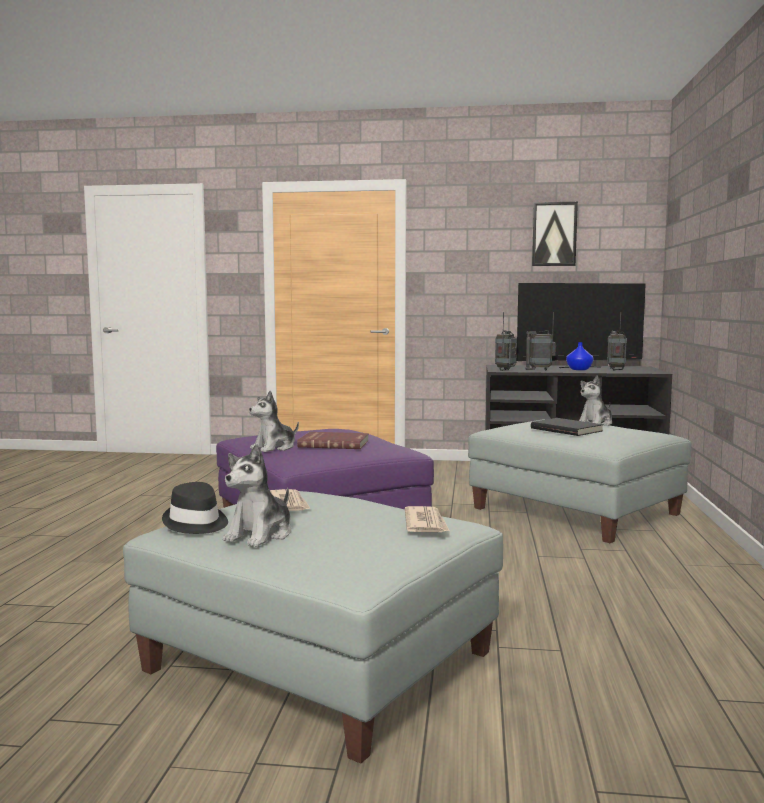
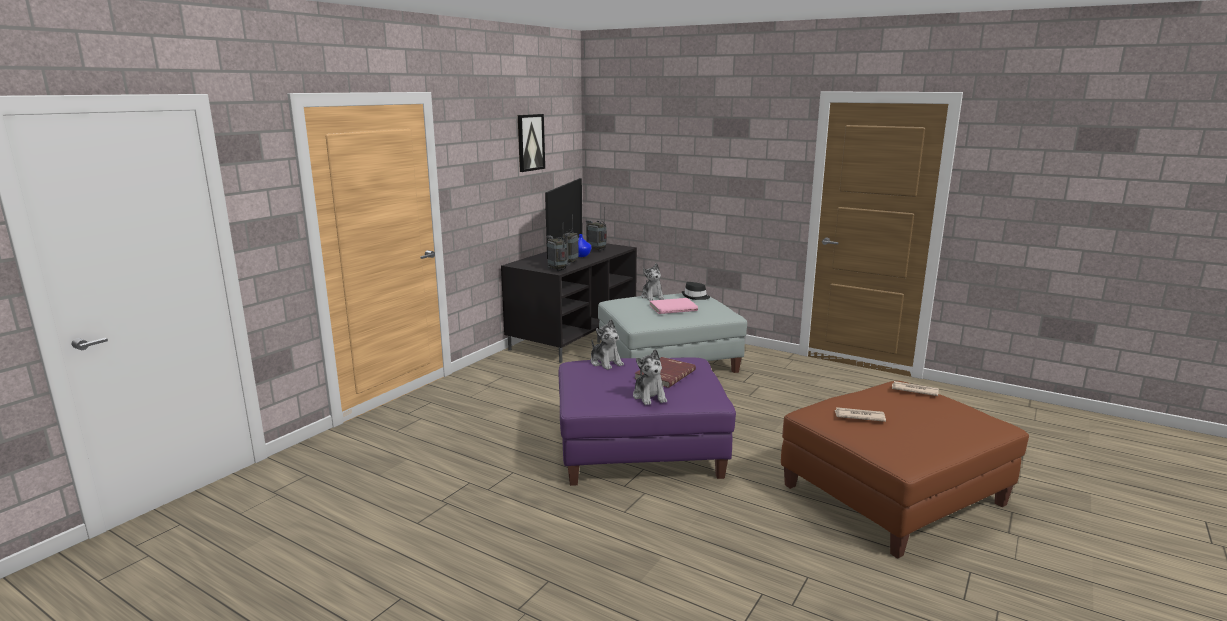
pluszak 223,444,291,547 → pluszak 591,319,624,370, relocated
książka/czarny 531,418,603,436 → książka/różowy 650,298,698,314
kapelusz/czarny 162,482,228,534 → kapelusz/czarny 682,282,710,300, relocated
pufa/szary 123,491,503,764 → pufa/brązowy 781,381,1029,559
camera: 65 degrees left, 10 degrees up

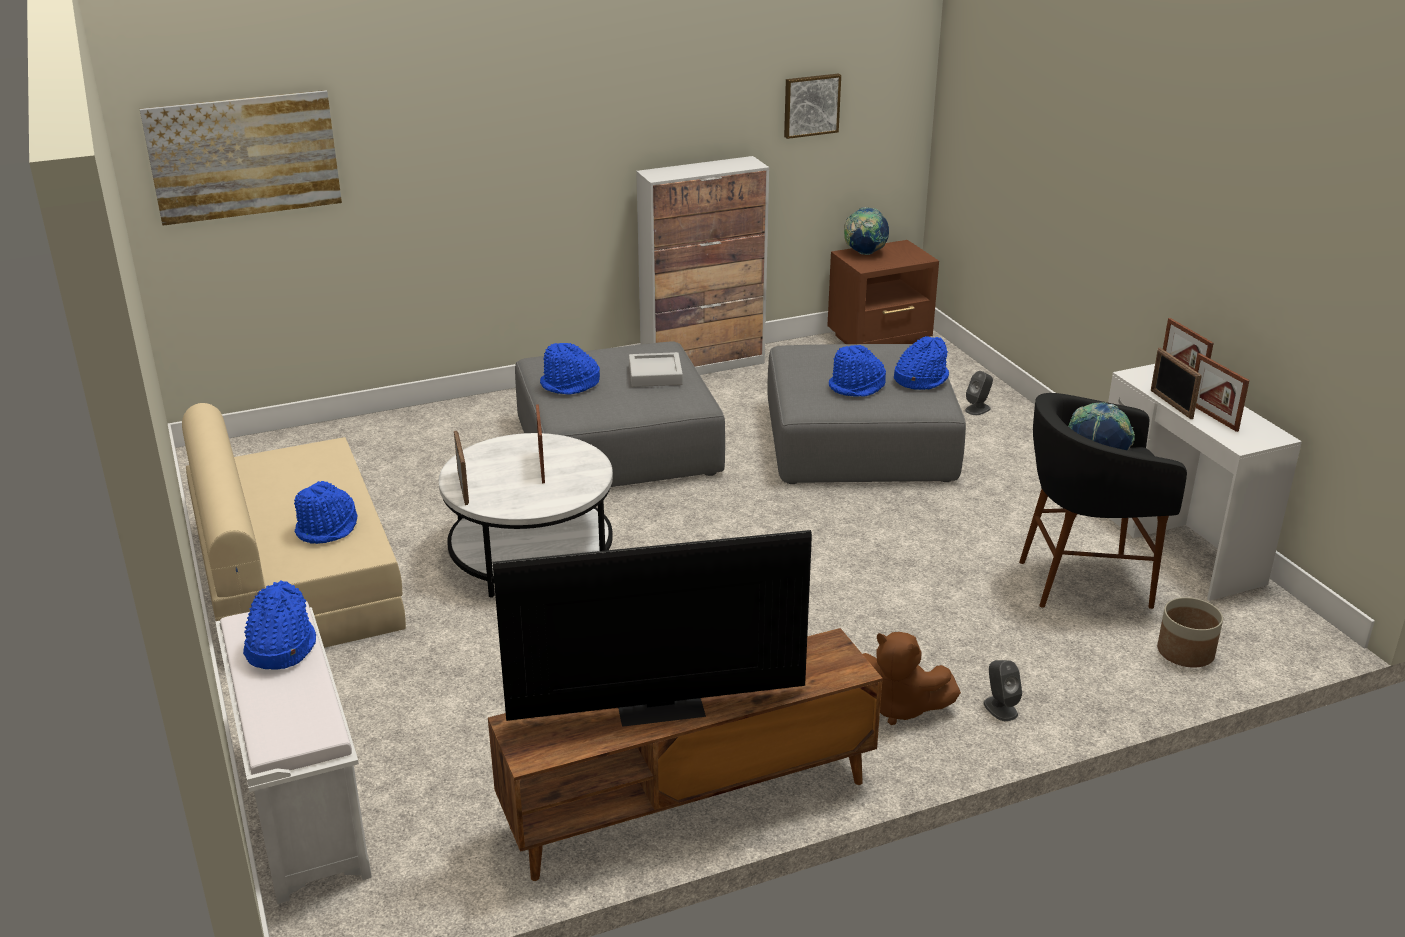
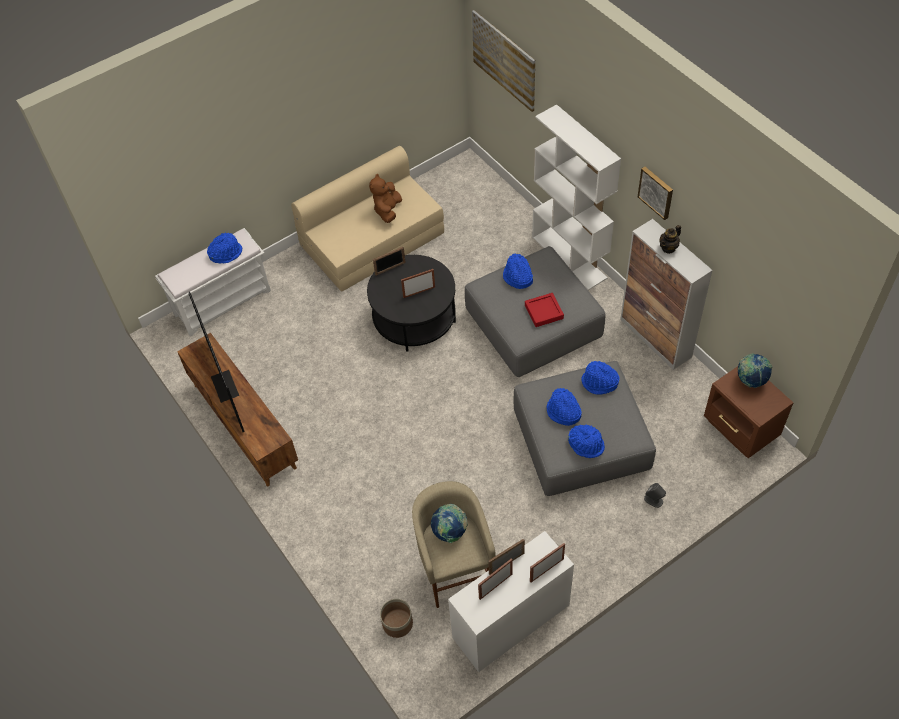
ława/biały 439,433,613,598 → ława/czarny 367,255,456,352
pluszak/brązowy 863,632,961,725 → pluszak/brązowy 369,174,402,223, relocated
stołek/czarny 1019,393,1187,609 → stołek/beżowy 412,481,496,608
taca/szary 629,352,683,387 → taca/czerwony 525,293,564,327
- → regał/biały 532,104,621,290
kapelusz/niebieski 294,481,357,544 → kapelusz/niebieski 581,361,620,395, relocated
obraz 784,74,841,139 → obraz 638,167,673,220, relocated
- → imbryk 660,225,681,254
głośnik/szary 984,660,1022,721 → -
camera: 80 degrees right, 25 degrees up

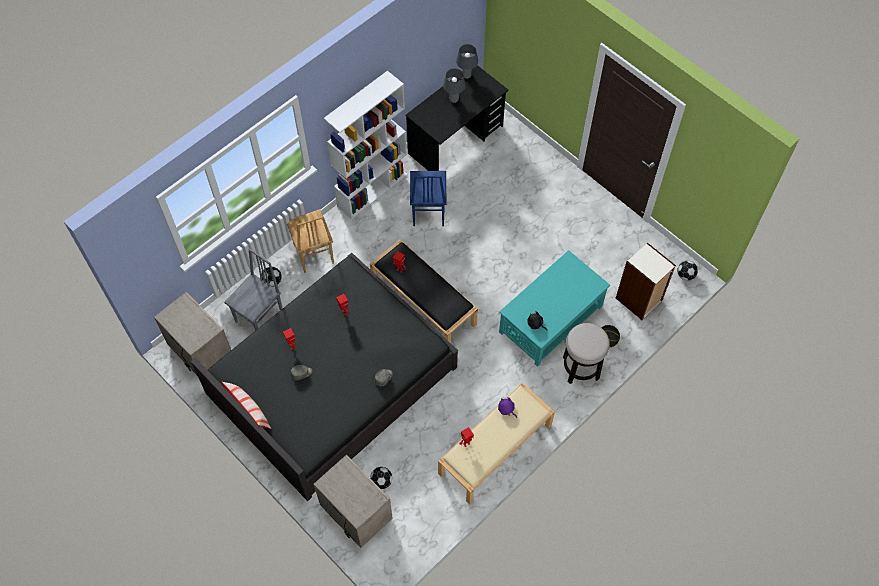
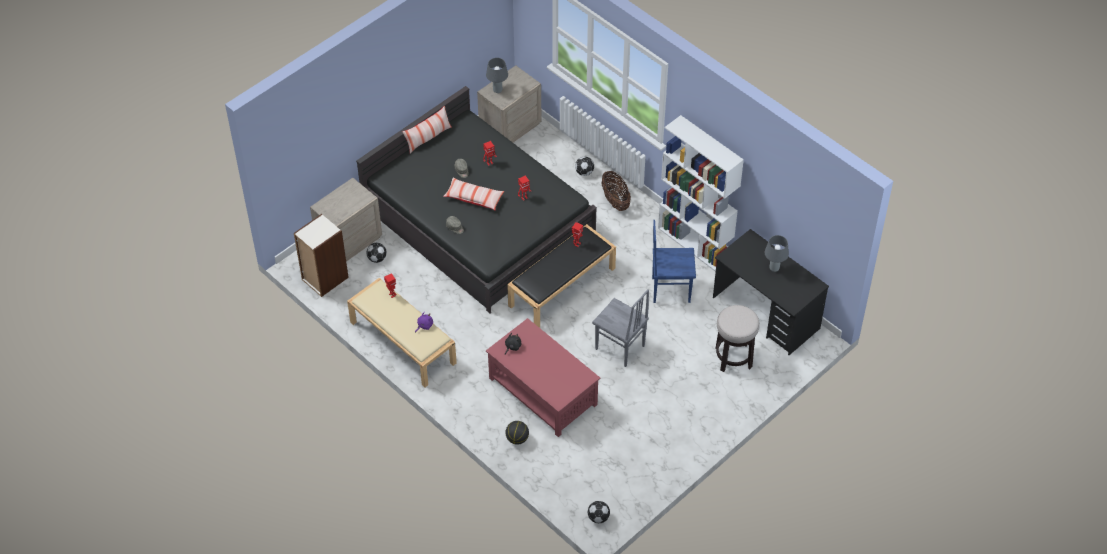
regał 616,243,676,320 → regał 294,214,349,297, relocated
- → poduszka 443,178,504,210
lampa stołowa/szary 456,44,478,79 → lampa stołowa/szary 486,58,508,93, relocated
ława/turkusowy 499,250,610,367 → ława/czerwony 486,318,600,437
krzesło/szary 224,248,283,331 → krzesło/szary 592,289,649,367, relocated
krzesło/brązowy 287,209,334,273 → koszyk 602,171,631,211
stołek 563,323,610,384 → stołek 715,305,760,372, relocated
camera: 90 degrees right, 10 degrees down

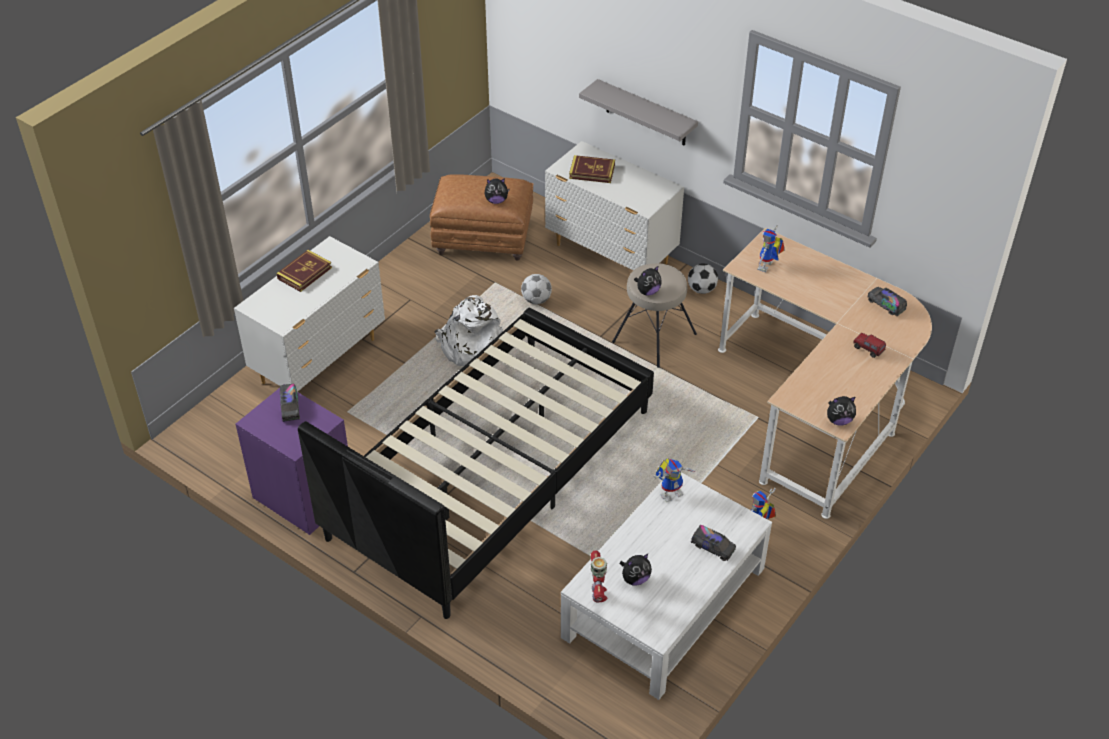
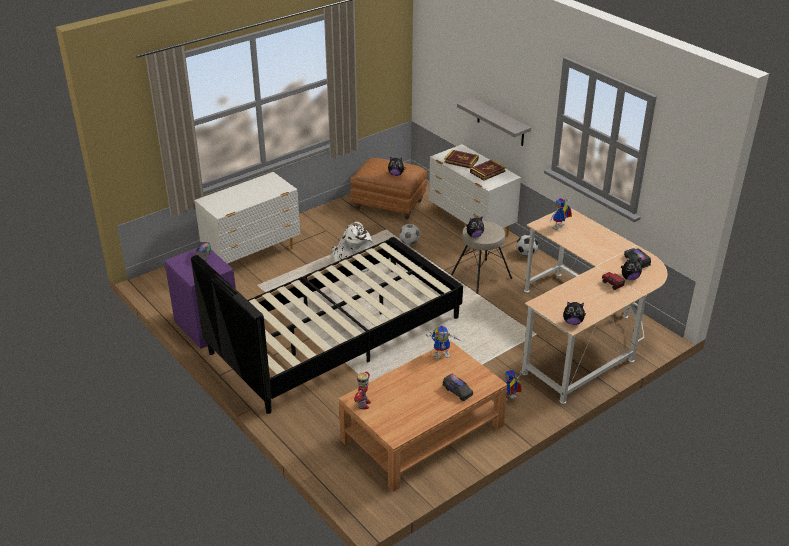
ława/biały 561,472,772,700 → ława/brązowy 338,341,508,492
książka 276,250,332,292 → książka 470,159,506,181, relocated
pluszak 620,554,652,586 → pluszak 621,258,642,280, relocated
camera: 15 degrees right, 10 degrees down

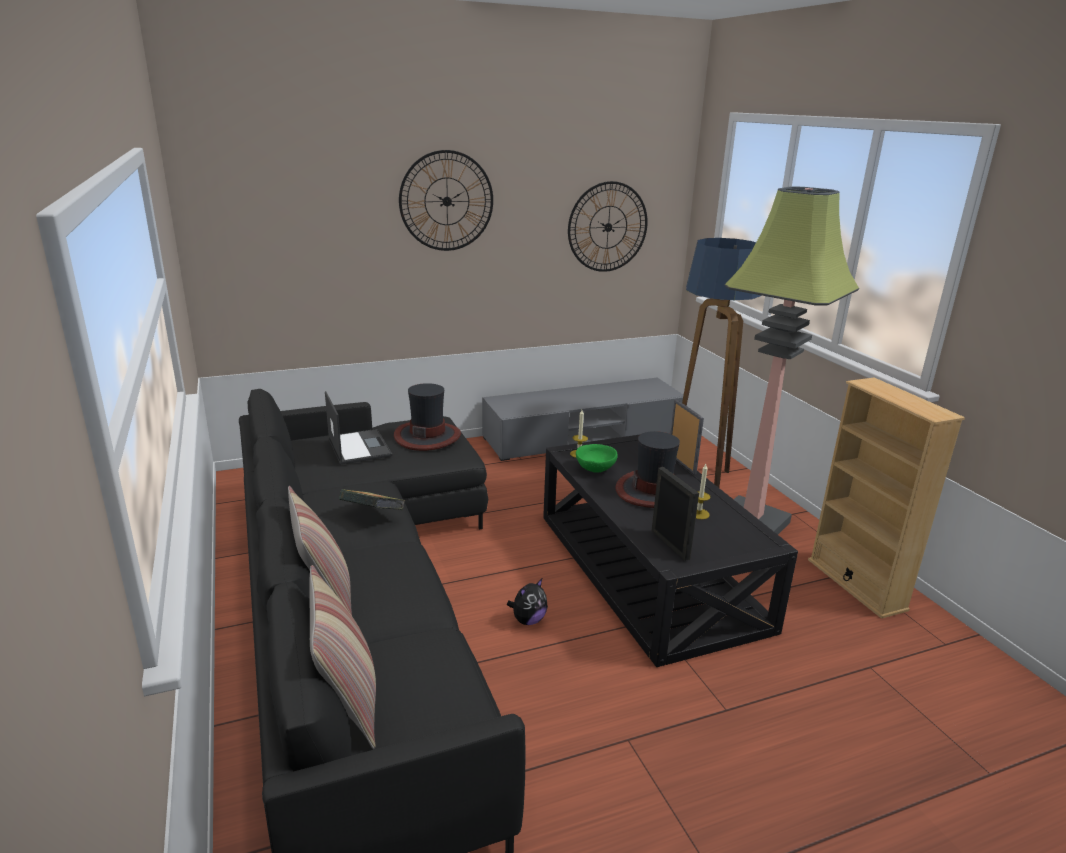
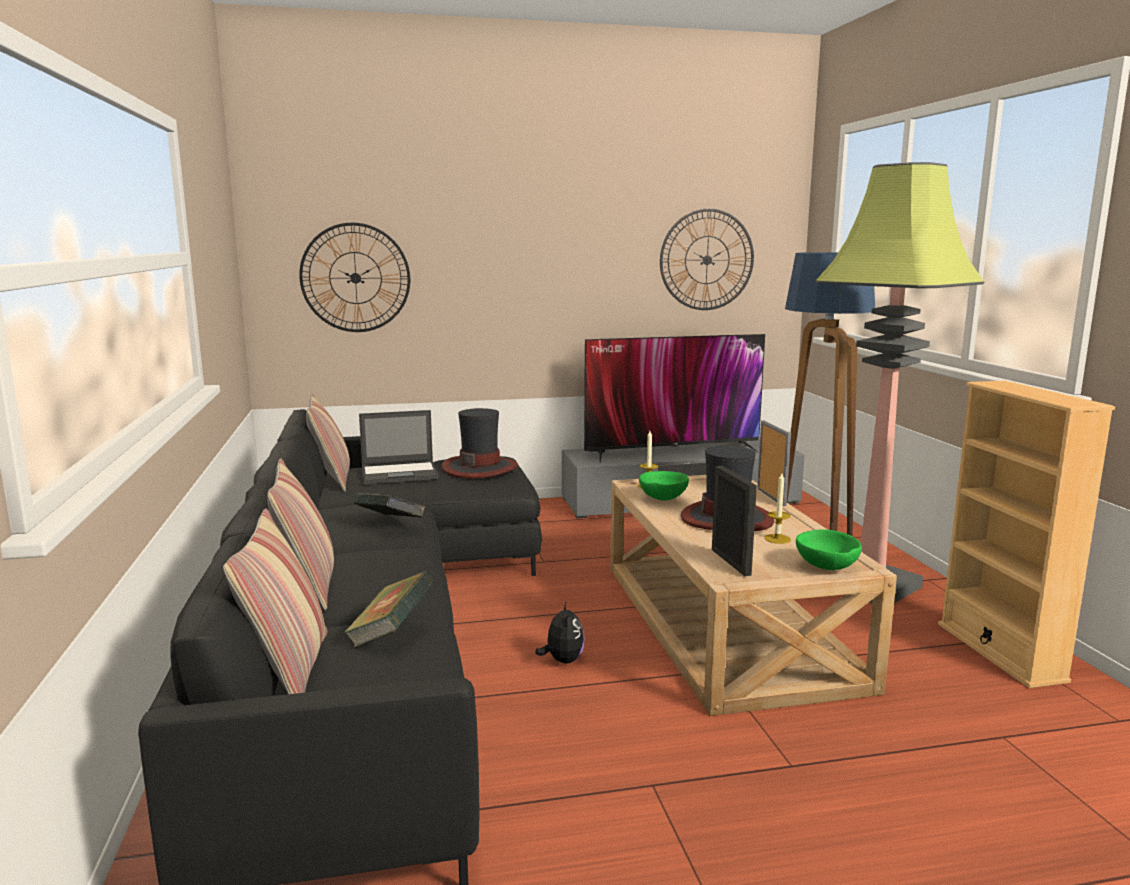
zegar ścienny 399,150,493,251 → zegar ścienny 299,223,410,332, relocated
- → poduszka 306,394,350,492
- → książka 344,571,434,648
laptop 325,391,392,465 → laptop 359,410,439,484, 90 degrees clockwise
pluszak 507,579,548,625 → pluszak 535,601,585,664, 60 degrees counterclockwise
- → telewizor 584,334,765,463
ława/czarny 543,434,798,667 → ława/beżowy 610,475,897,716
- → miska/zielony 796,529,862,570
camera: 10 degrees right, 10 degrees down

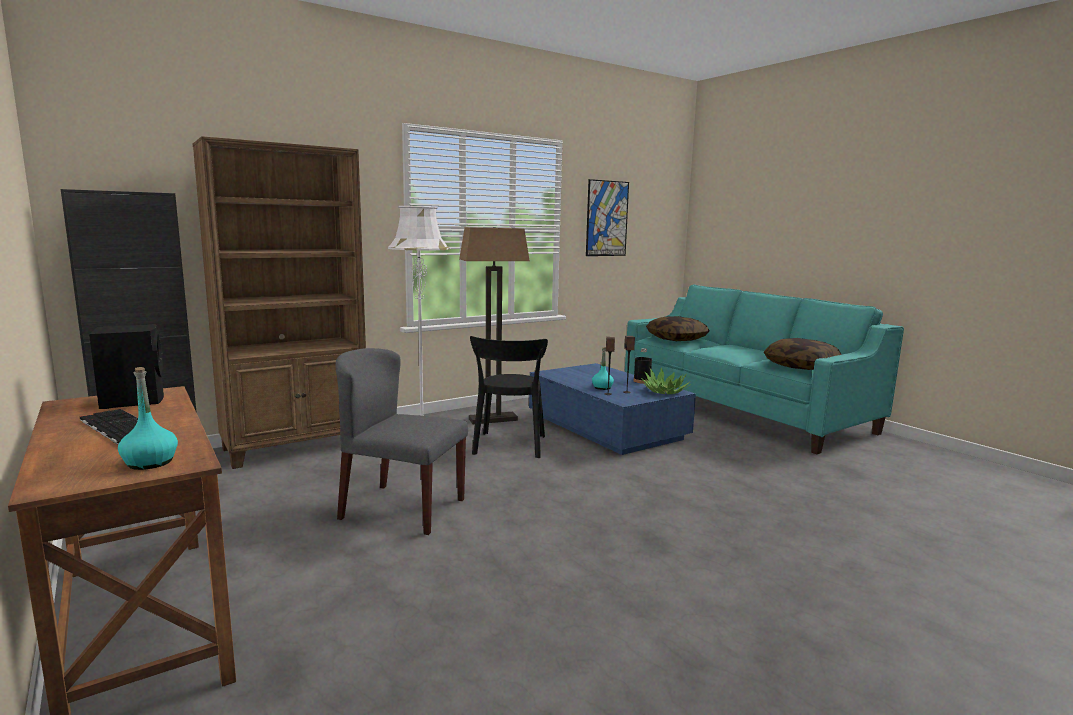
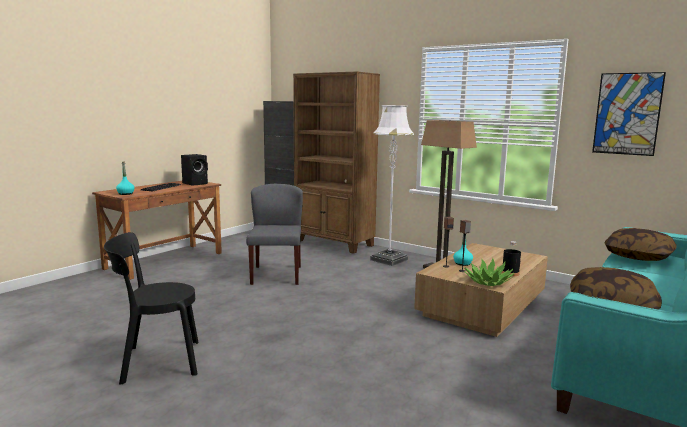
krzesło/czarny 470,336,548,458 → krzesło/czarny 104,232,199,385, relocated
ława/niebieski 529,363,696,455 → ława/brązowy 414,243,548,337
camera: 70 degrees right, 0 degrees up

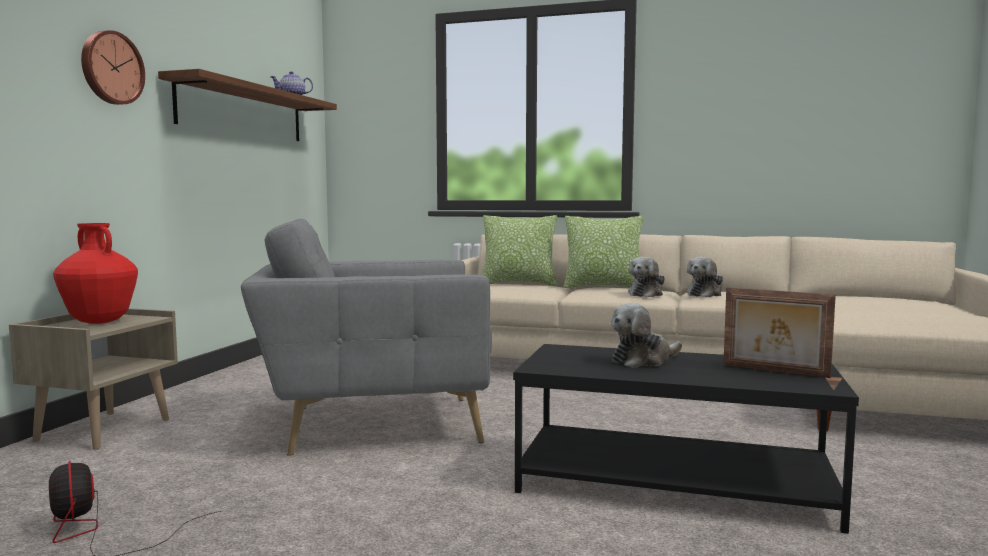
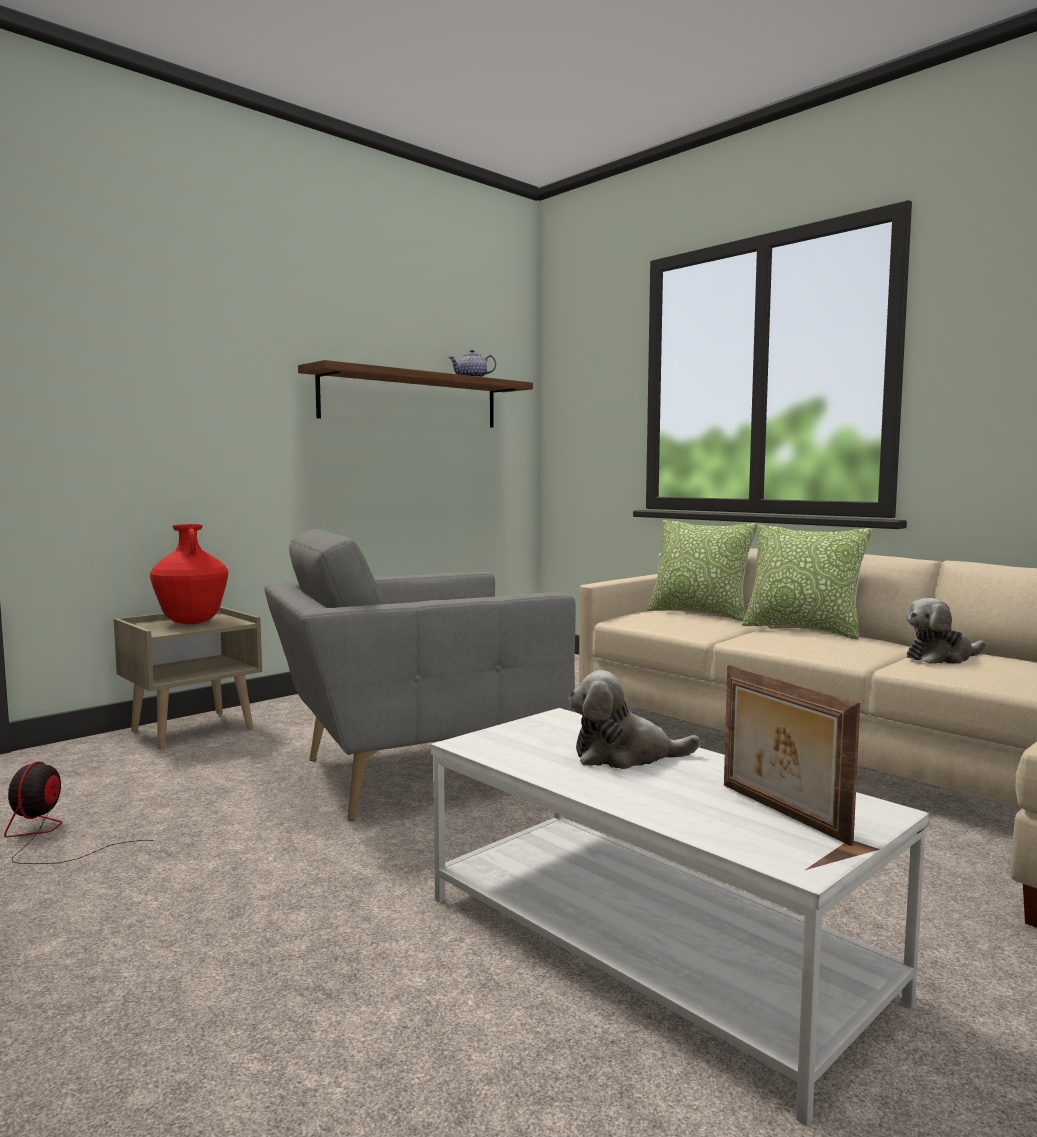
fotel/szary 241,219,492,456 → fotel/szary 264,529,576,821, 45 degrees counterclockwise
ława/czarny 513,344,859,534 → ława/biały 431,708,930,1126
zegar ścienny 81,30,145,105 → -
pluszak 628,257,665,297 → -
camera: 30 degrees right, 0 degrees up

